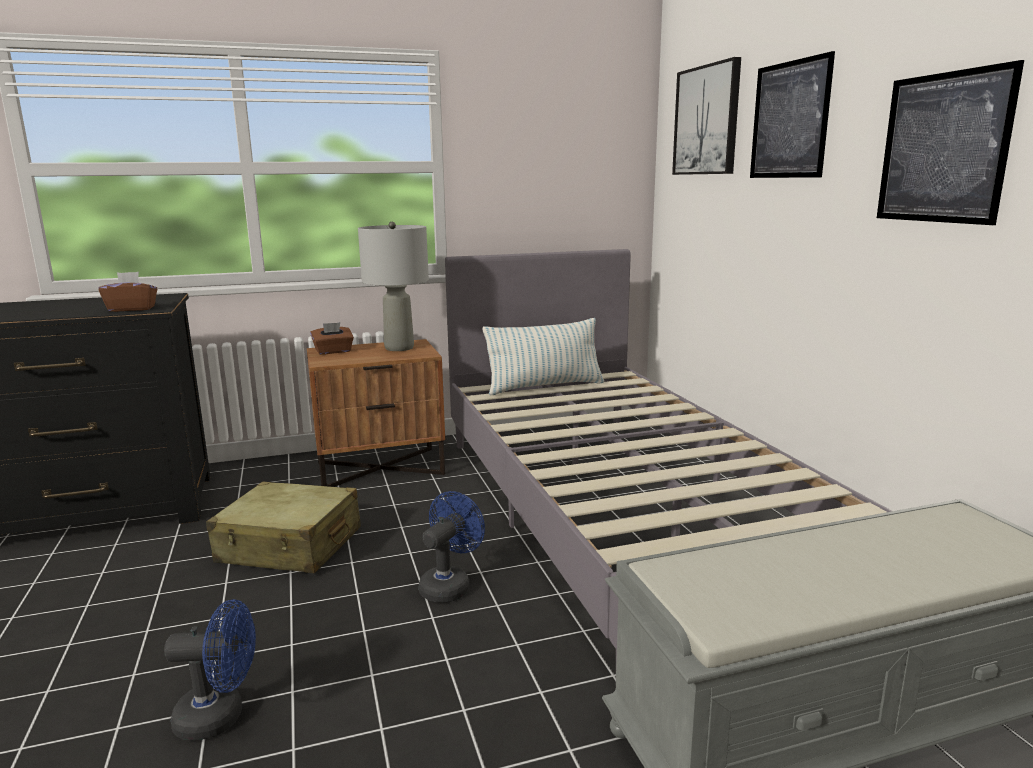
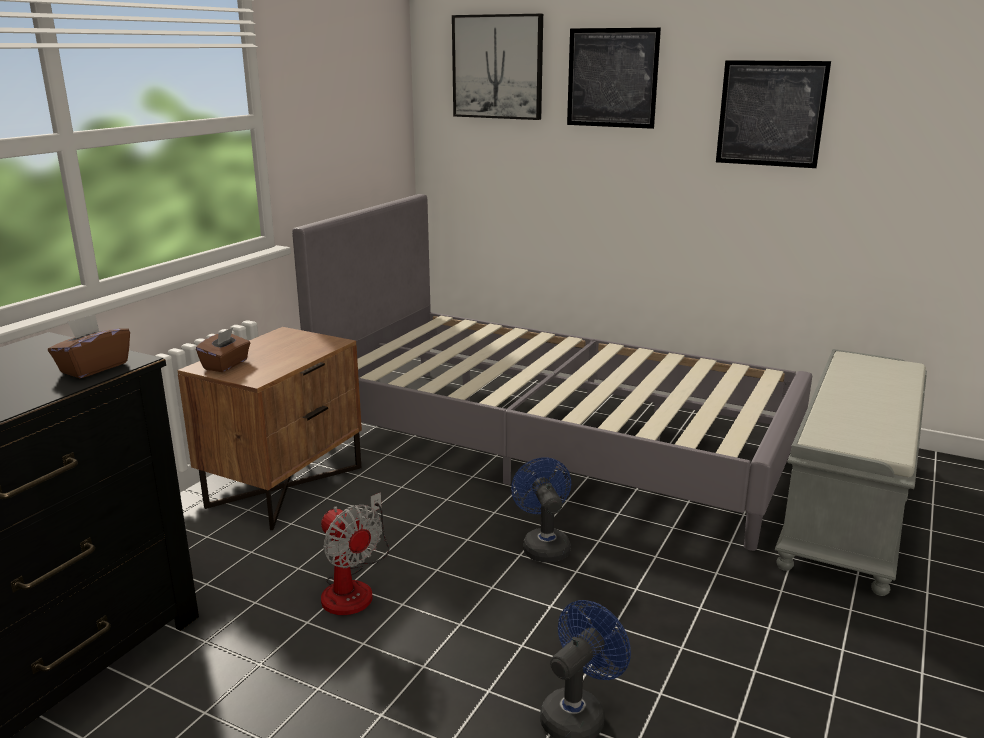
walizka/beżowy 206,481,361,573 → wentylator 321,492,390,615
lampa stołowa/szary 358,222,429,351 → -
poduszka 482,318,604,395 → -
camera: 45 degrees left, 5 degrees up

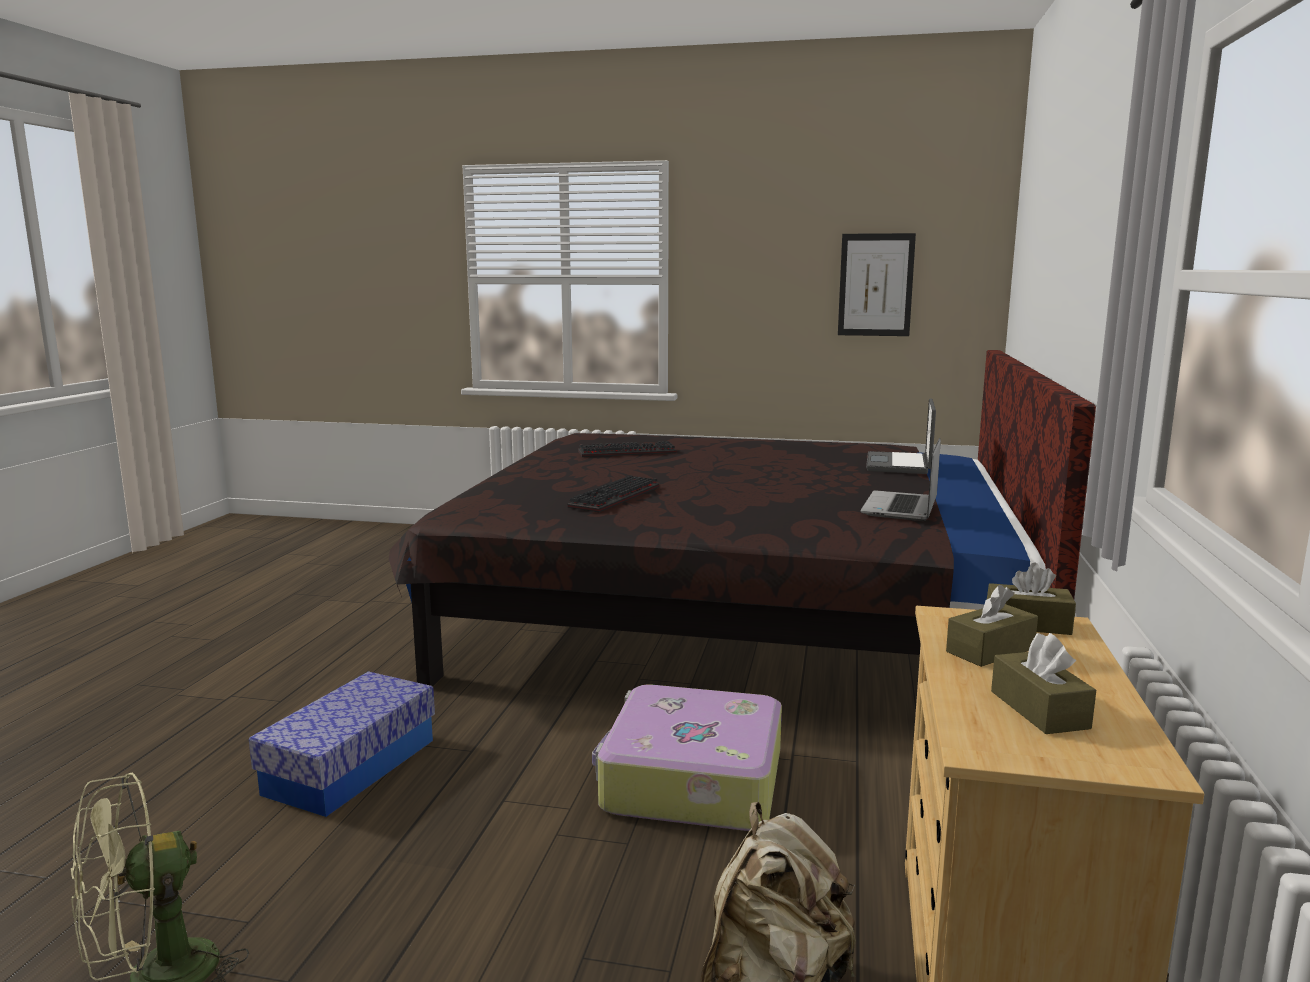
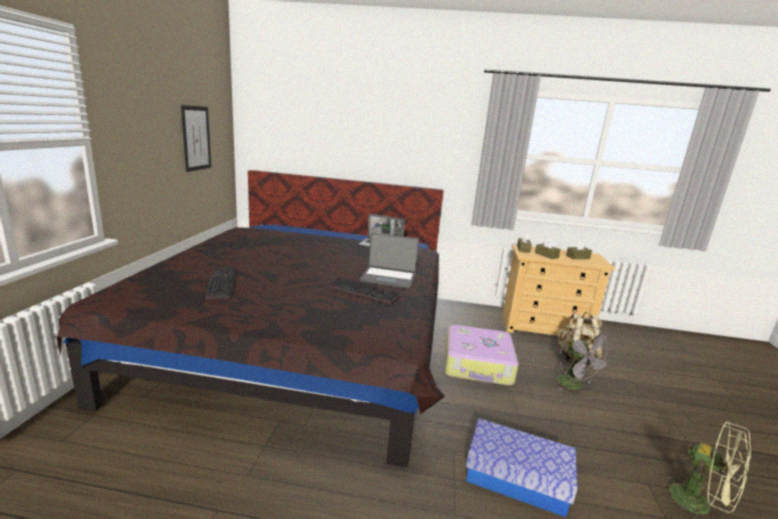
laptop 866,398,936,474 → laptop 360,233,419,289, relocated
- → wentylator/szary 557,325,615,391
camera: 95 degrees left, 5 degrees up

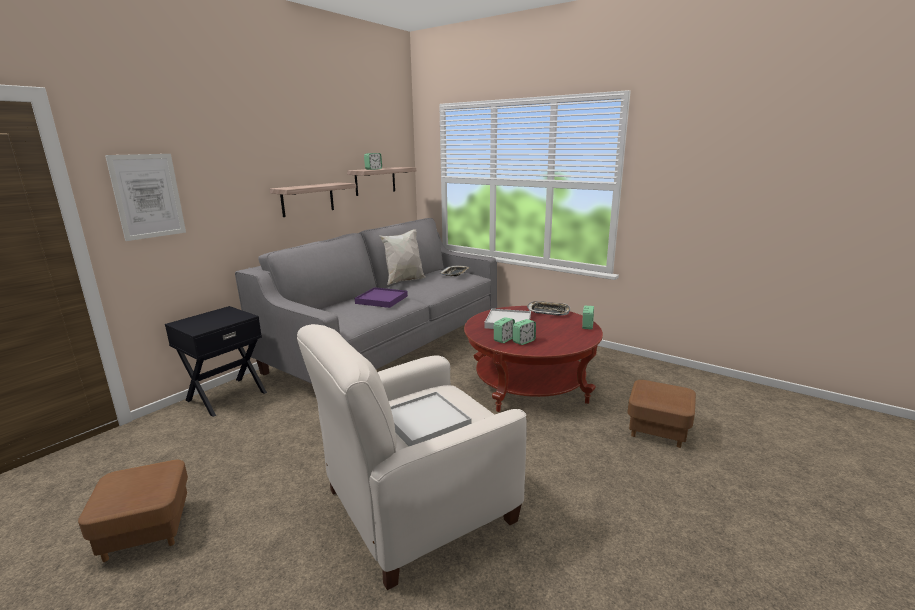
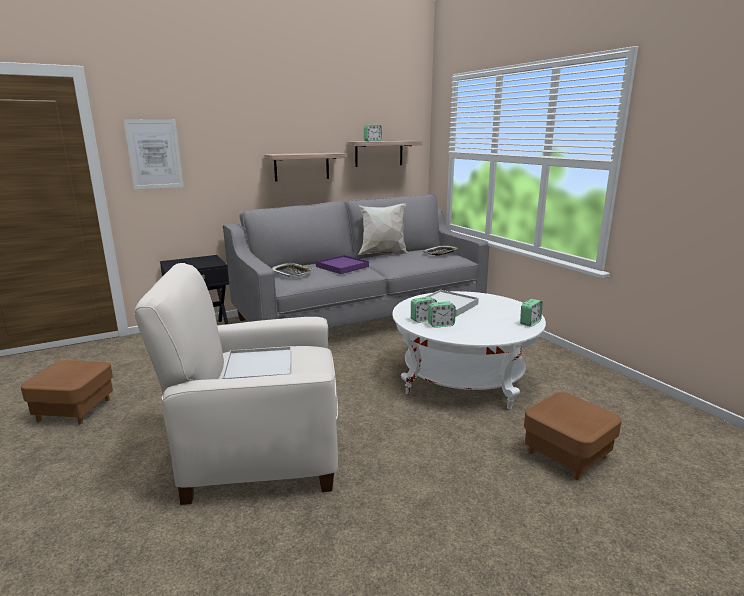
taca 527,301,571,316 → taca 272,263,314,277, relocated
ława/czerwony 464,306,603,412 → ława/biały 392,291,546,409
camera: 25 degrees right, 0 degrees up

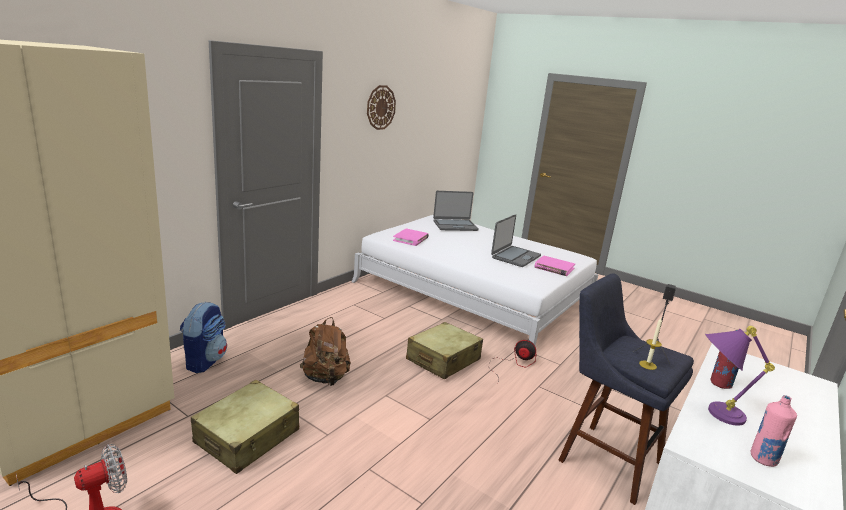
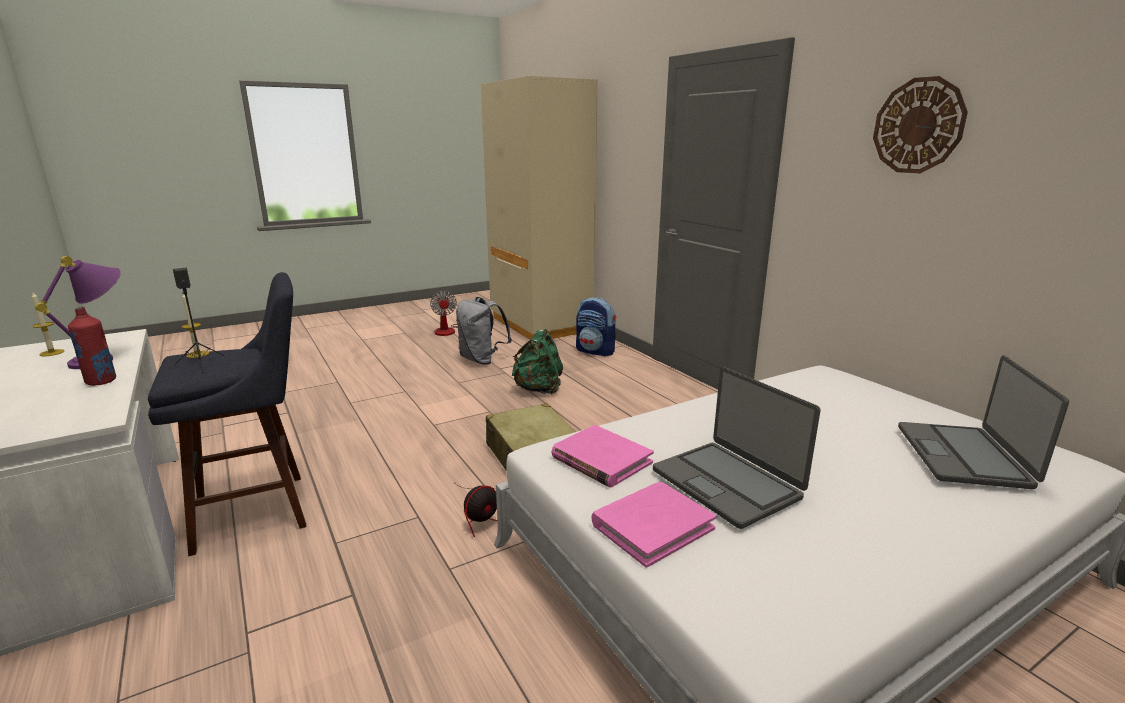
butelka/różowy 751,395,797,467 → świeca 32,292,64,356
walizka/beżowy 191,380,299,474 → plecak/szary 456,297,512,365
plecak/brązowy 300,317,351,386 → plecak/zielony 512,329,563,395
książka/różowy 393,228,429,246 → książka/różowy 551,425,654,488, relocated
camera: 115 degrees right, 0 degrees up

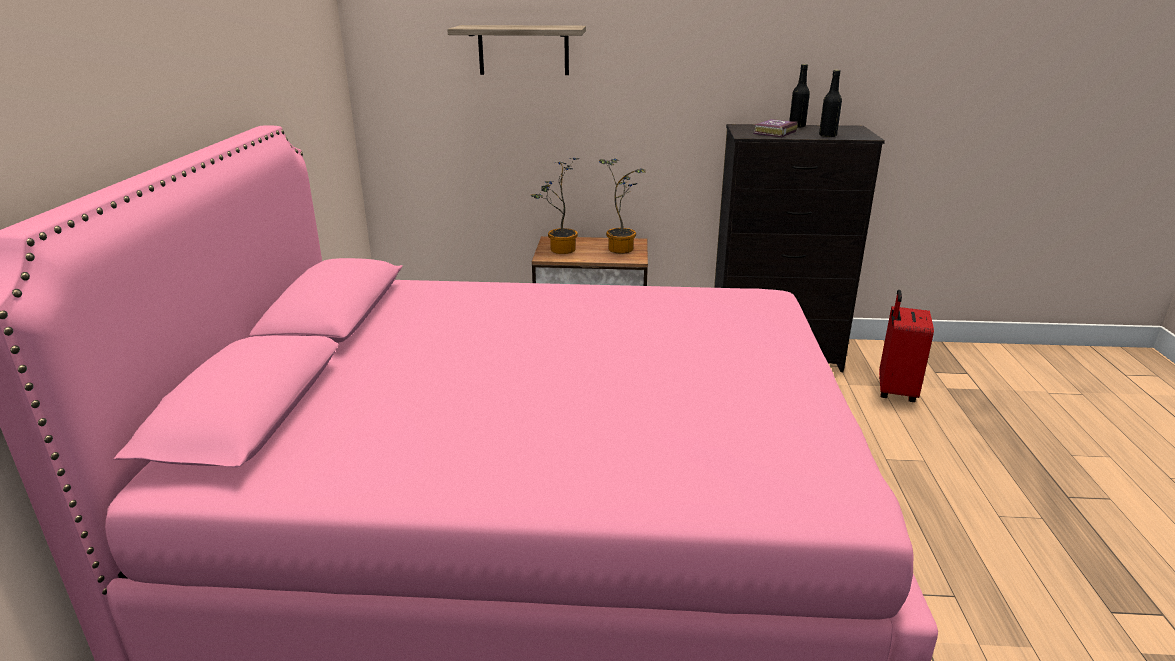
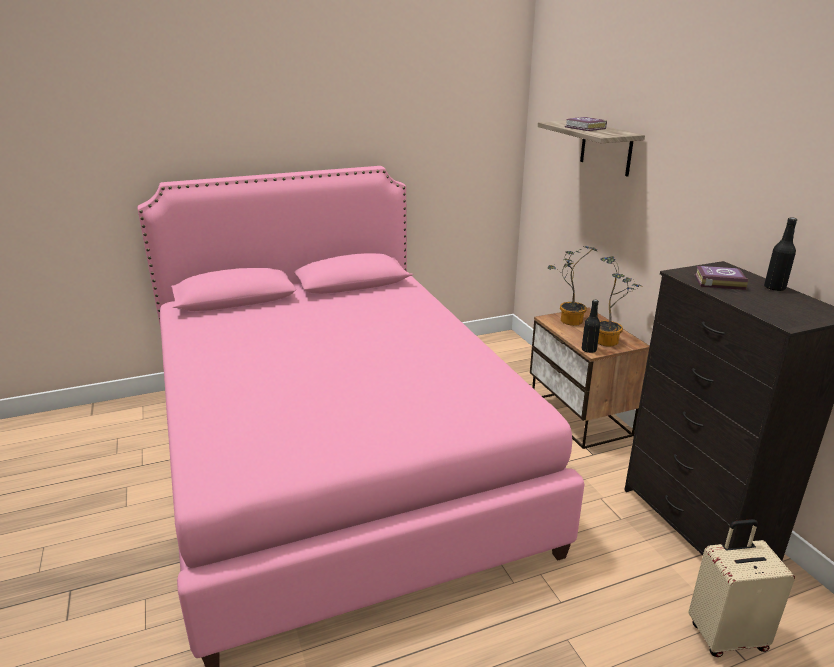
- → książka 565,117,607,131
butelka/czarny 819,70,842,137 → butelka/czarny 582,300,600,353, relocated
walizka/czerwony 879,290,934,402 → walizka/beżowy 688,519,795,657
camera: 65 degrees right, 0 degrees up

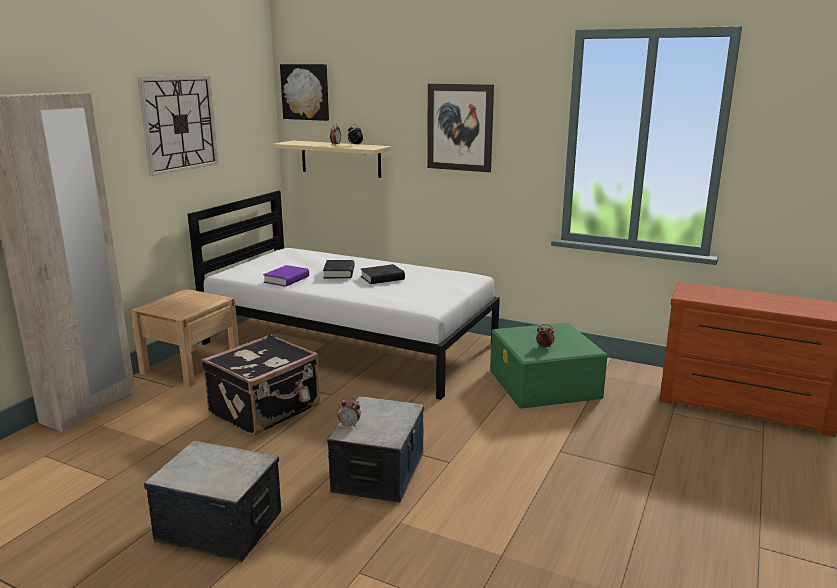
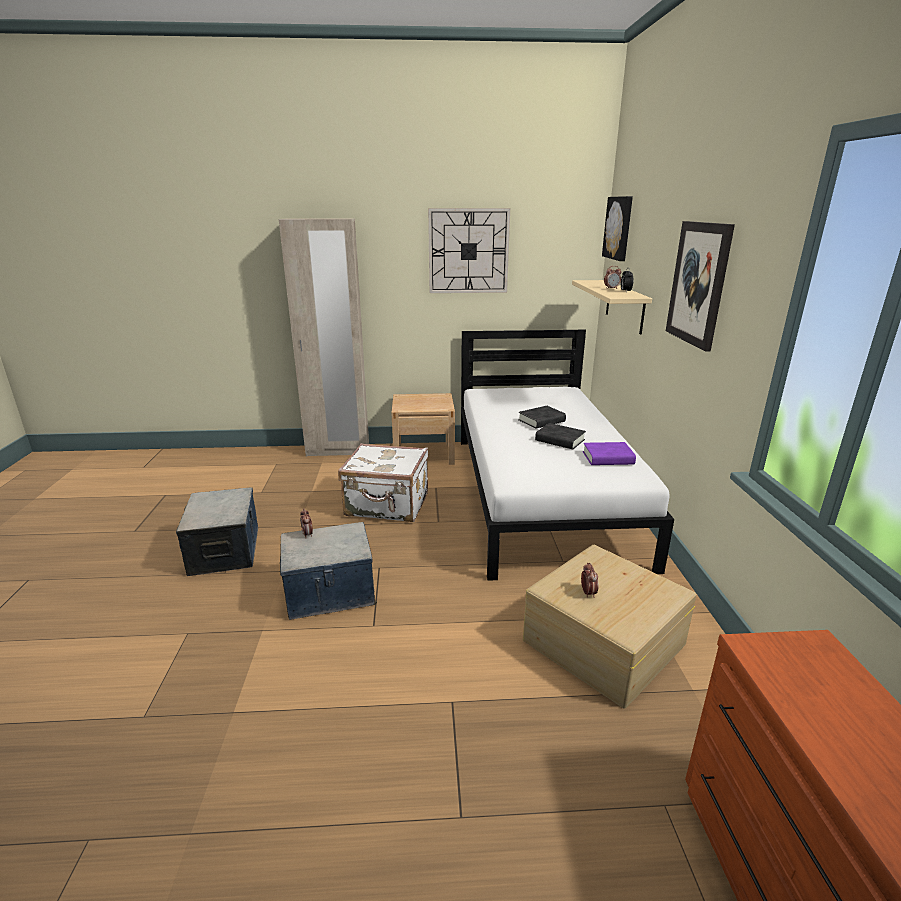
walizka/czarny 201,334,320,436 → walizka/biały 338,443,428,522
pojemnik do przechowywania/zielony 490,323,608,409 → pojemnik do przechowywania/beżowy 523,545,697,709
książka/fioletowy 263,265,309,287 → książka/fioletowy 583,442,636,465, relocated
camera: 60 degrees right, 5 degrees up

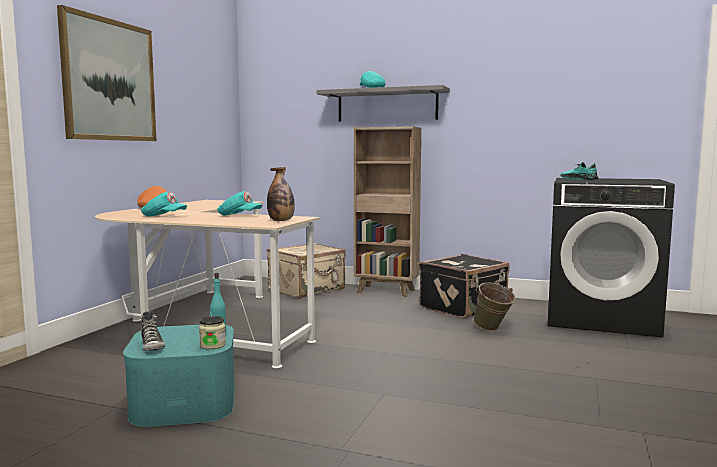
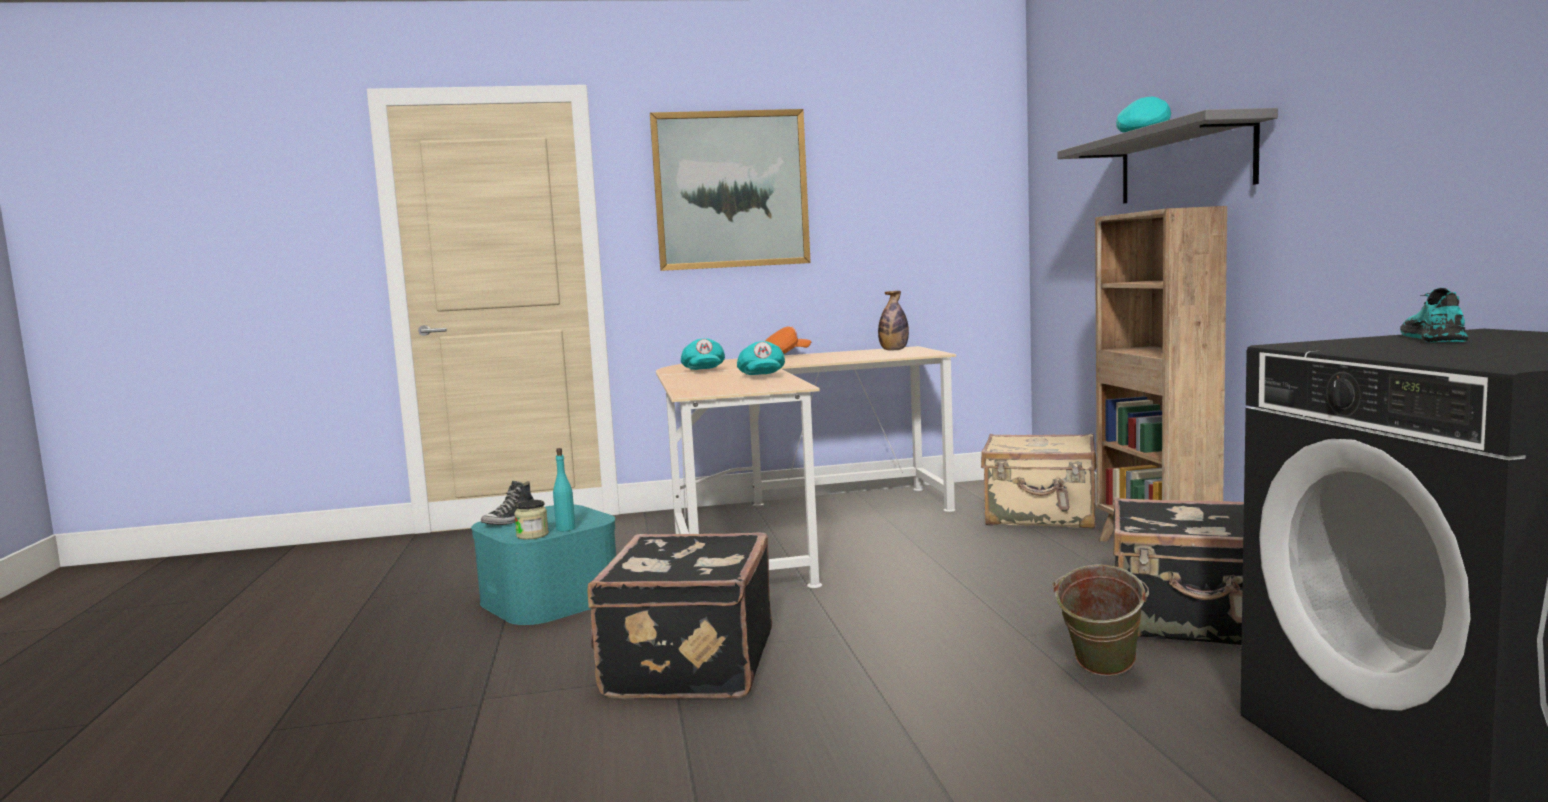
- → walizka/czarny 587,532,772,699
butelka 267,167,295,221 → butelka 878,291,909,350, relocated
camera: 60 degrees right, 0 degrees up

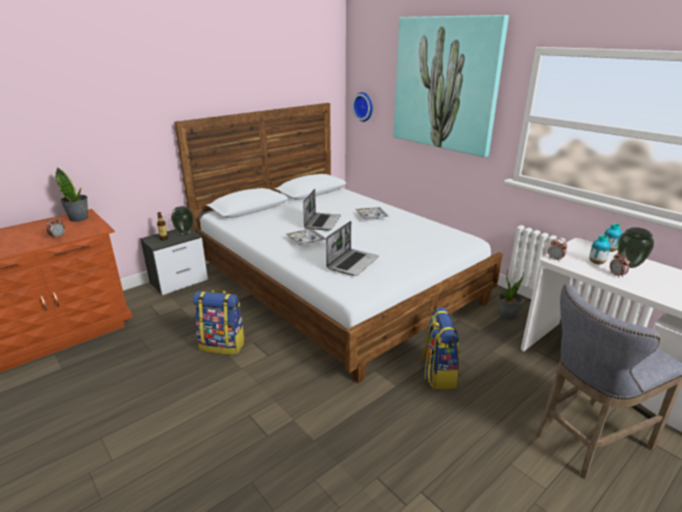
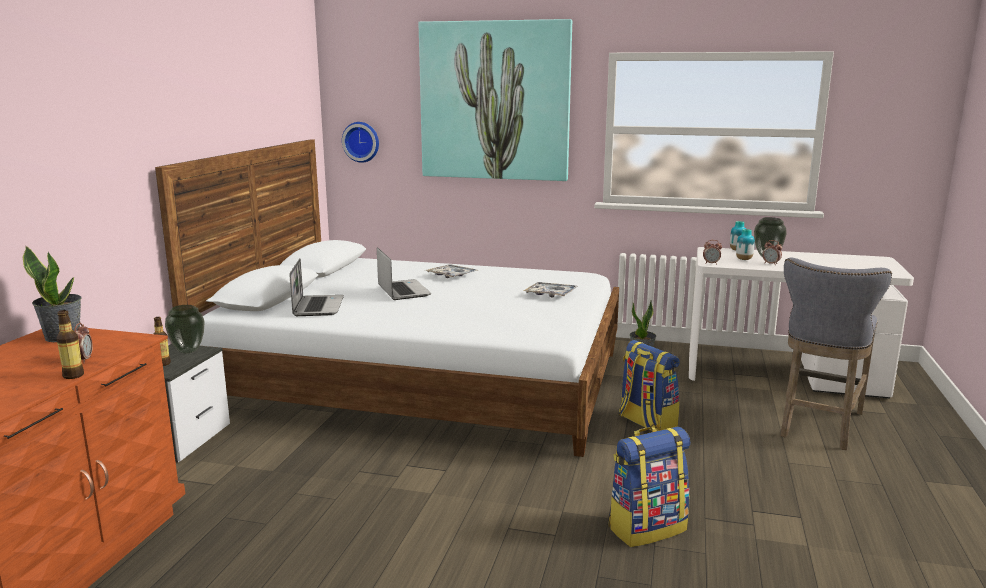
- → butelka 56,310,84,379
laptop 326,221,379,276 → laptop 290,259,344,316, relocated
taca 286,229,326,246 → taca 524,282,578,298, relocated
plecak 193,290,245,354 → plecak 609,427,690,547, relocated
camera: 35 degrees left, 10 degrees down

